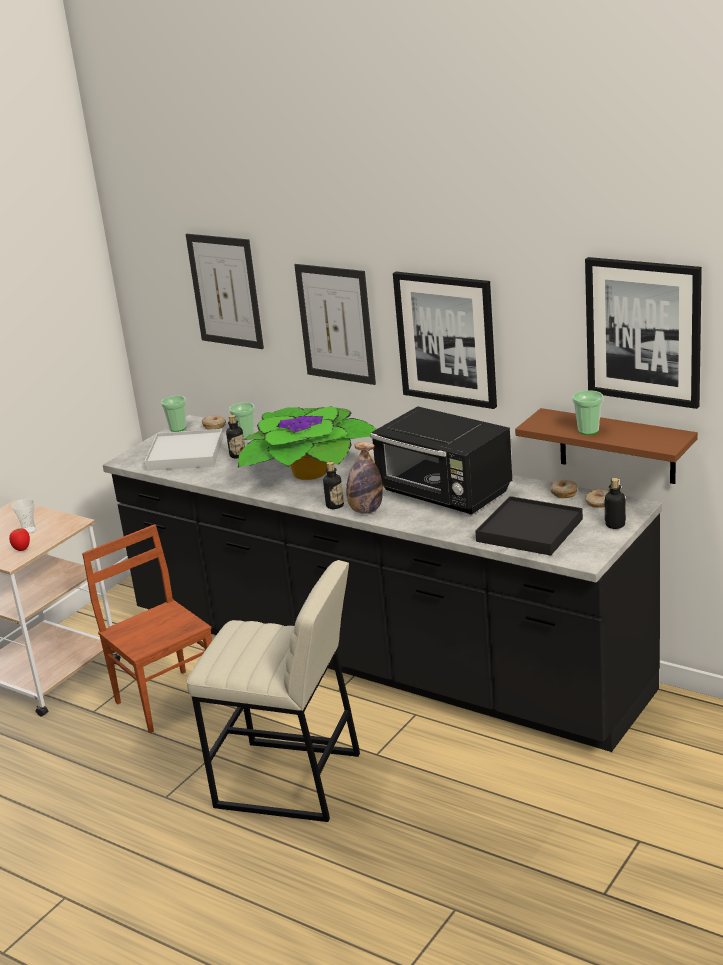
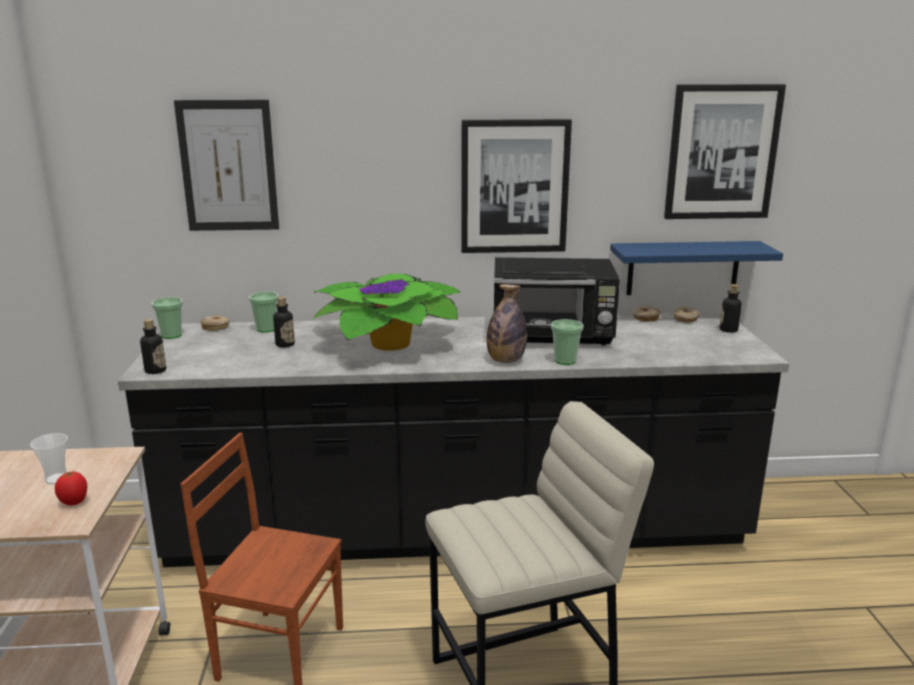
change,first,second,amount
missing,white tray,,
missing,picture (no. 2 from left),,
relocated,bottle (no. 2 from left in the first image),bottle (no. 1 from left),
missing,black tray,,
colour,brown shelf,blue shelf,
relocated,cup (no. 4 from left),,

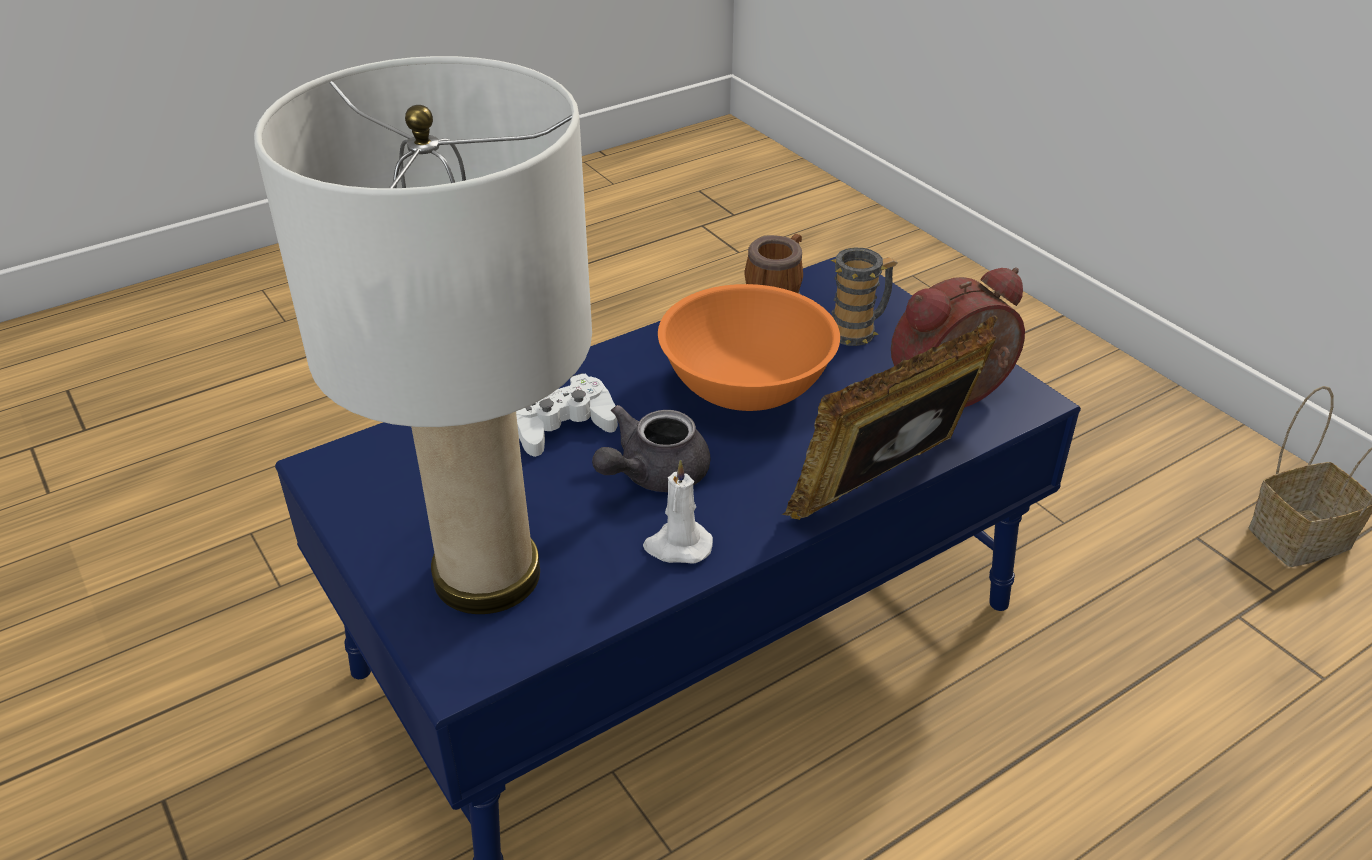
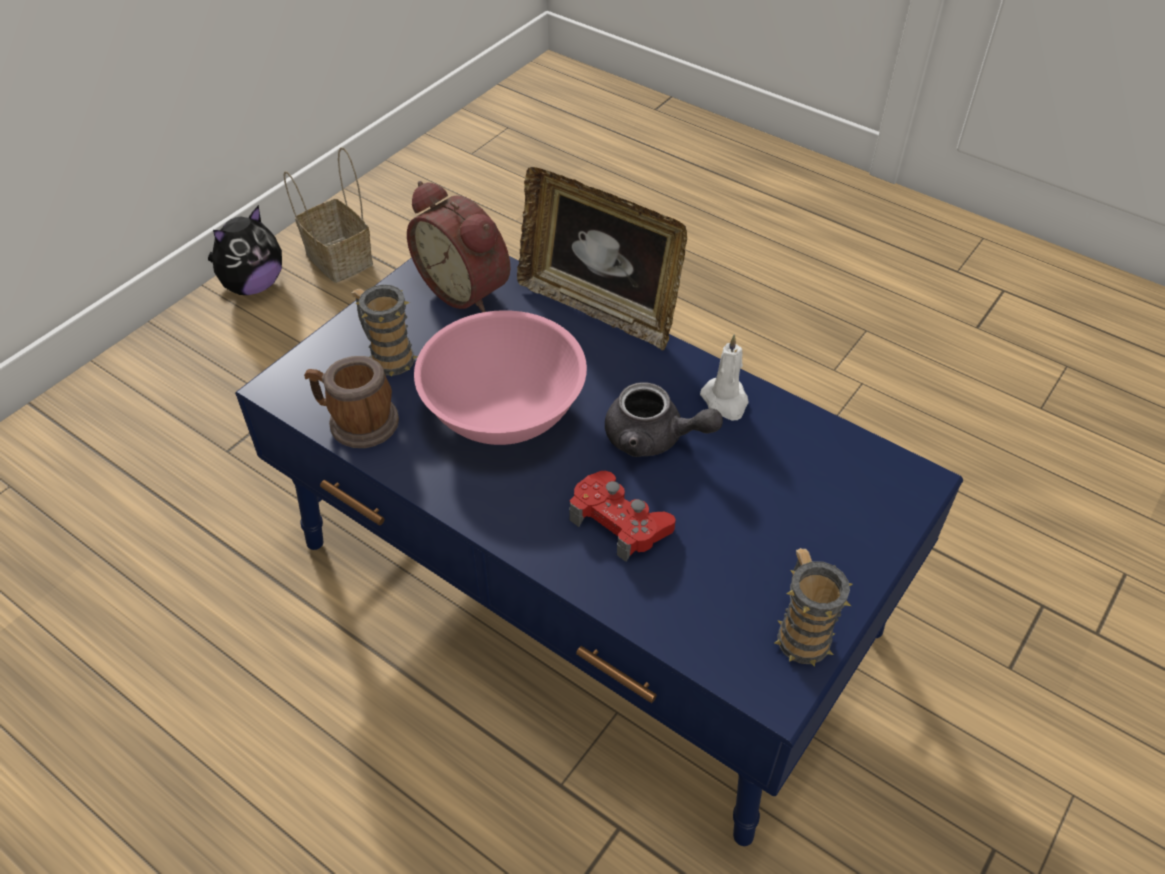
change,first,second,amount
missing,white table lamp,,
colour,white game controller,red game controller,
colour,orange bowl,pink bowl,
appeared,,plush toy,
appeared,,mug (no. 3 from left),

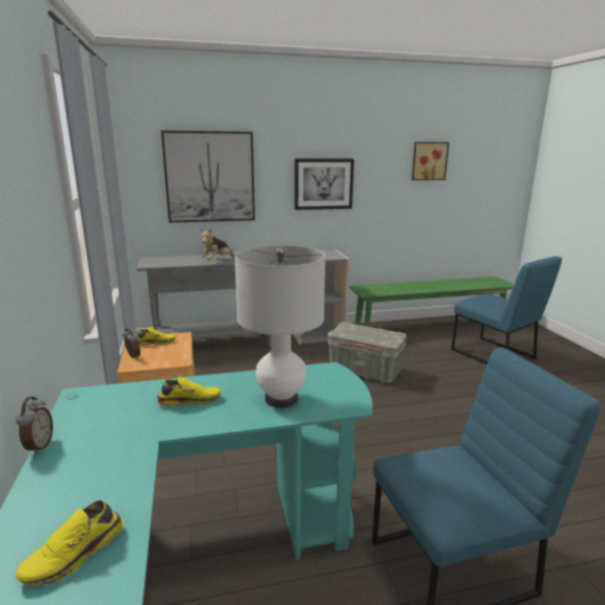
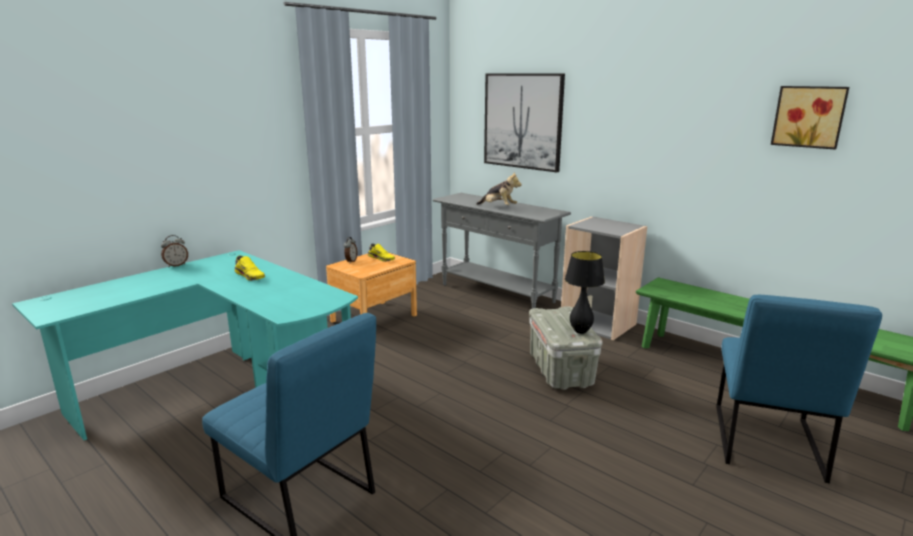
change,first,second,amount
missing,yellow shoe (no. 1 from left),,
spun,plush toy,,150 degrees counterclockwise
missing,white table lamp,,
missing,picture (no. 2 from left),,
appeared,,black table lamp,

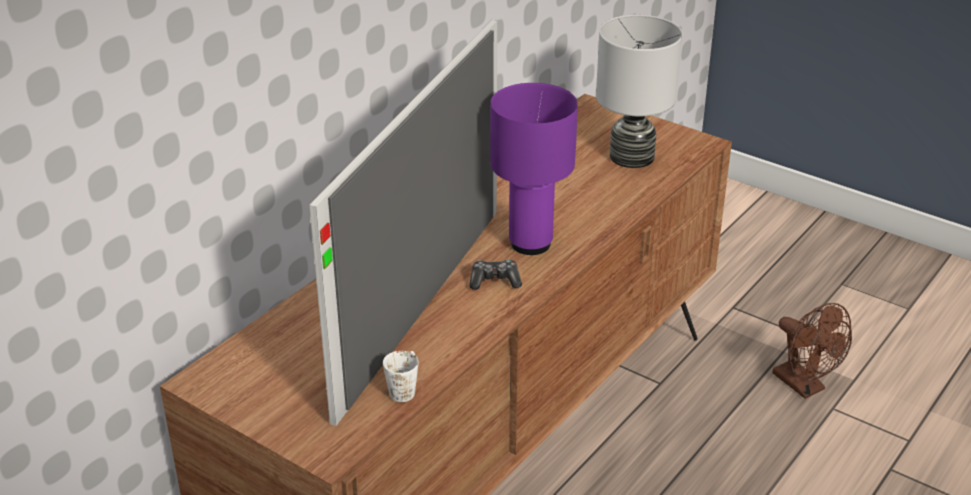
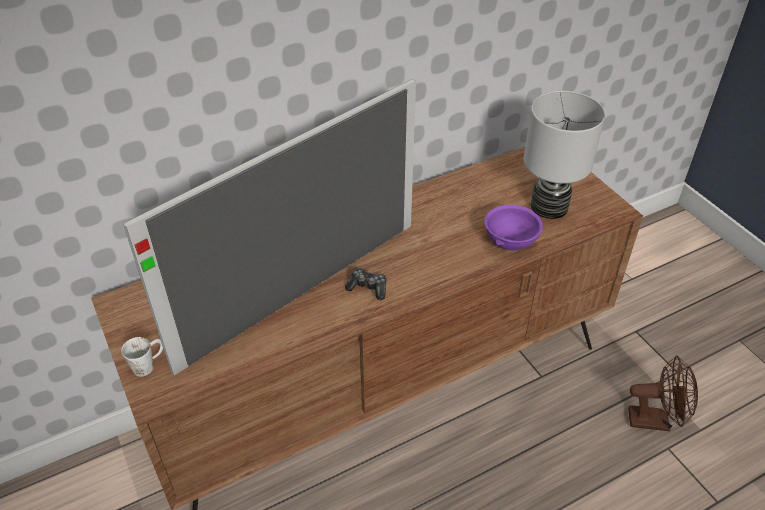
change,first,second,amount
relocated,white mug,,
missing,purple table lamp,,
spun,brown fan,,75 degrees counterclockwise
appeared,,purple bowl,

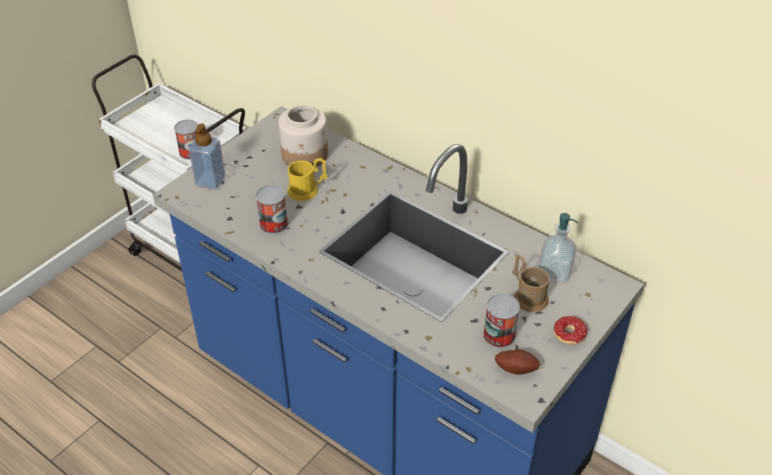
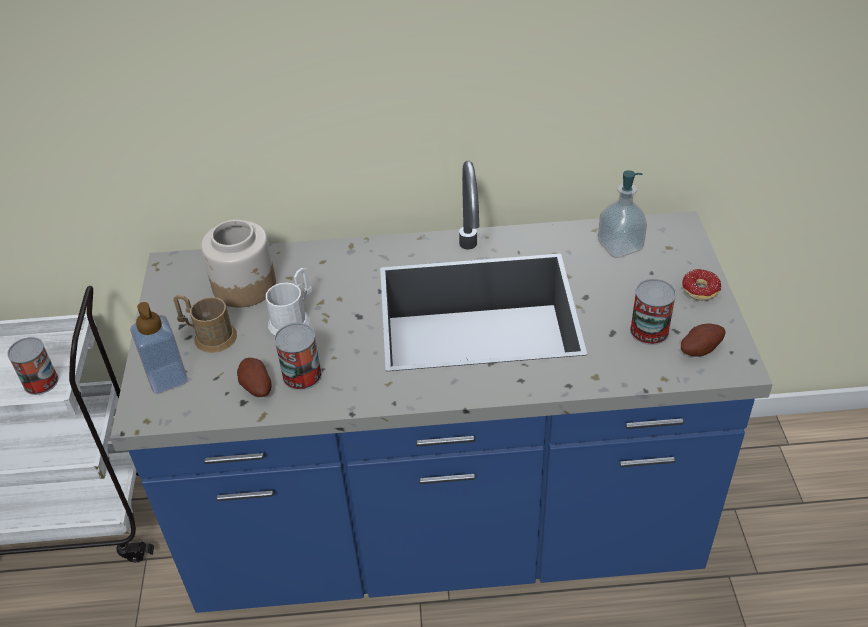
change,first,second,amount
colour,yellow mug,white mug,
relocated,brown mug,,
appeared,,potato (no. 1 from left),

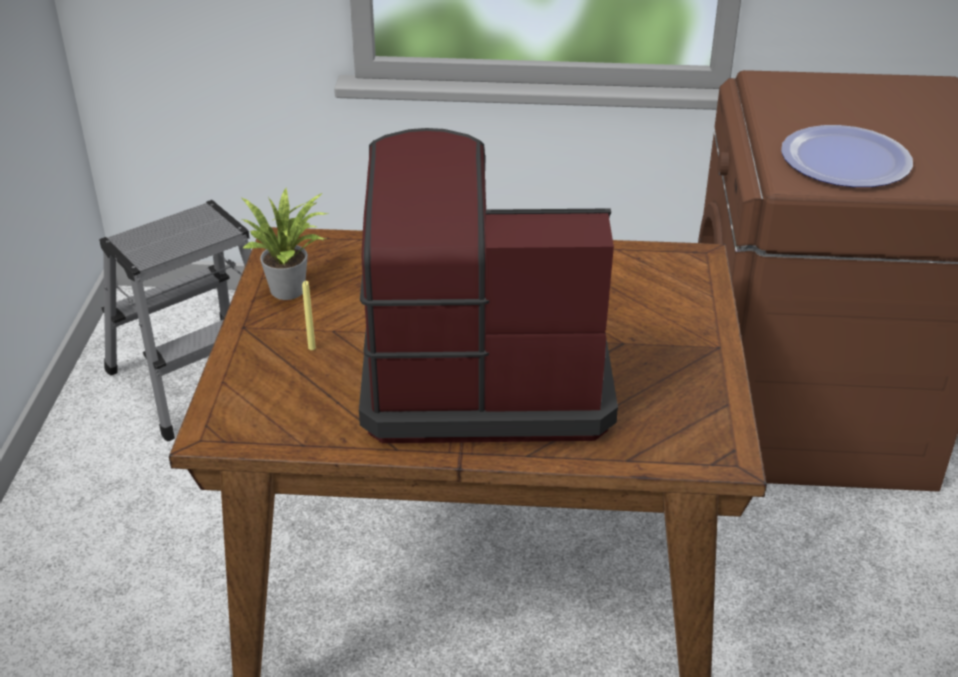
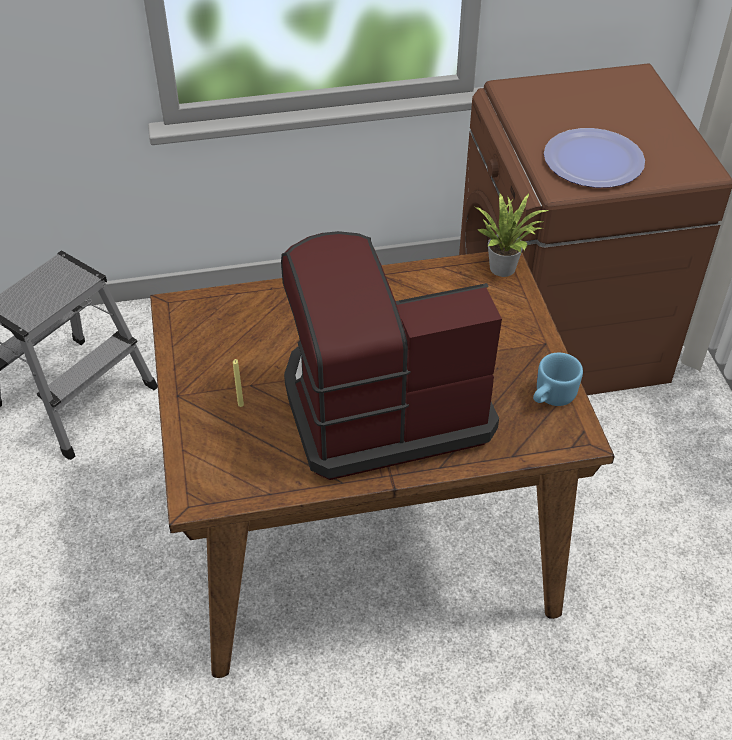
change,first,second,amount
relocated,potted plant,,
appeared,,blue mug,

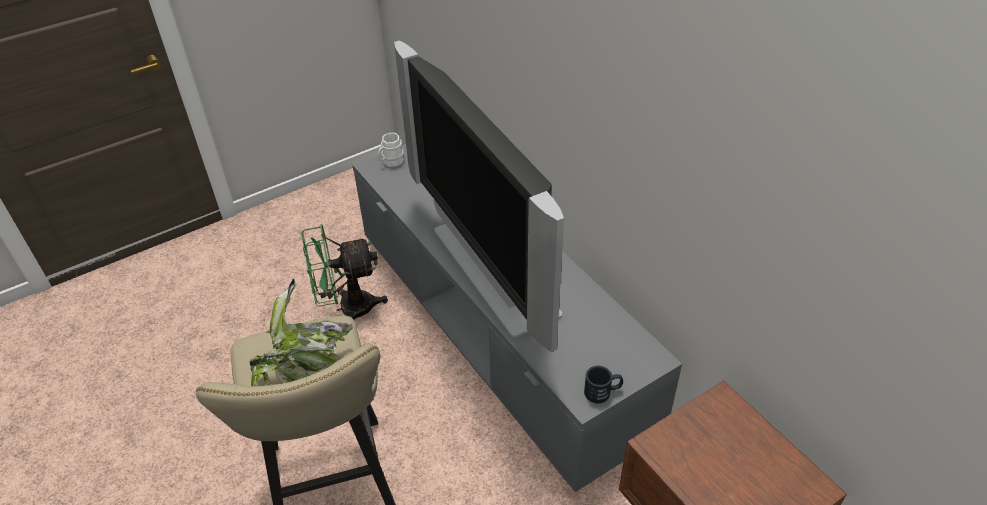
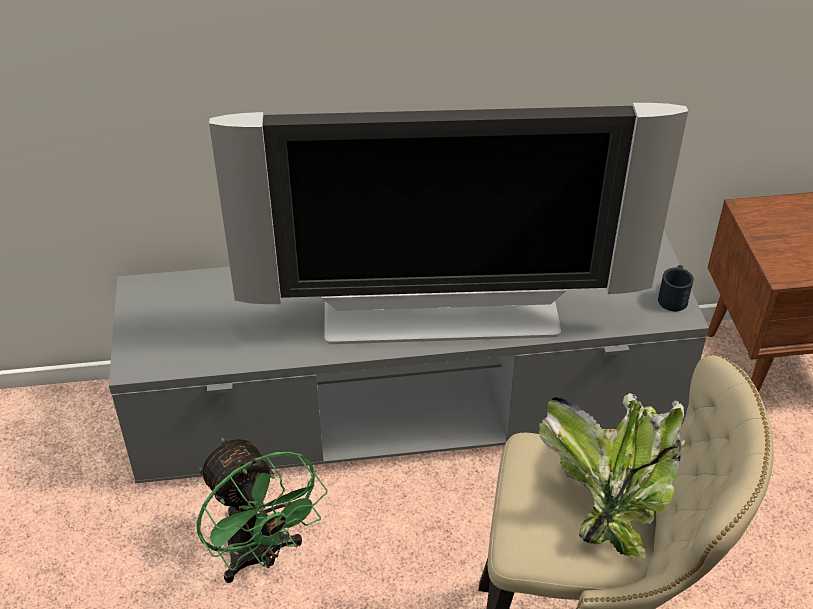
change,first,second,amount
spun,green fan,,45 degrees counterclockwise
missing,white mug,,

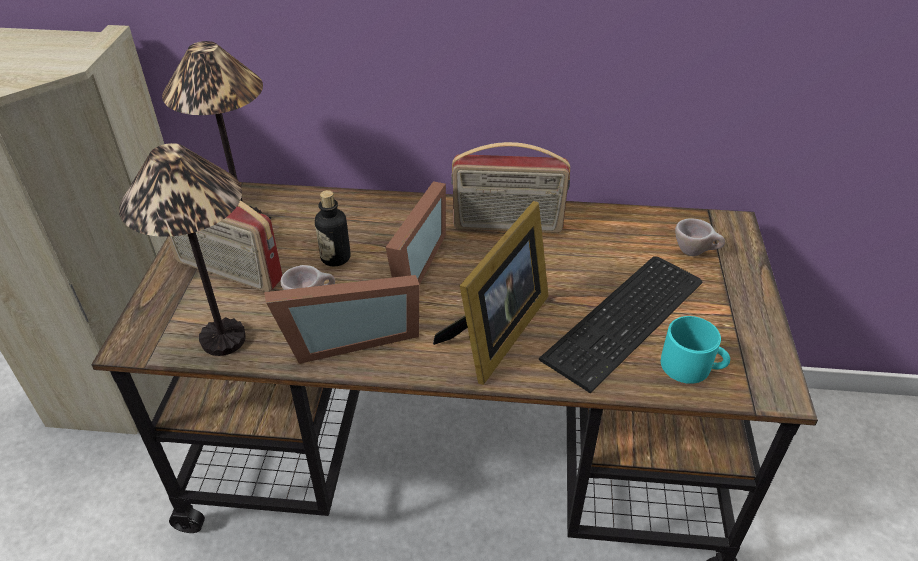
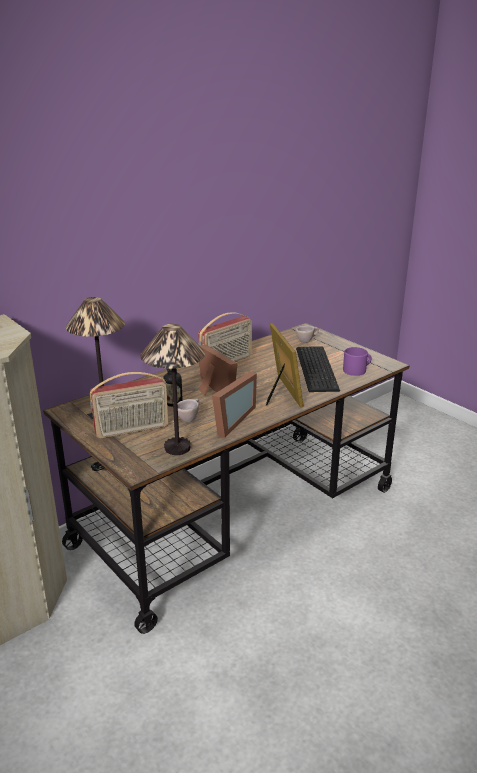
change,first,second,amount
colour,turquoise mug,purple mug,

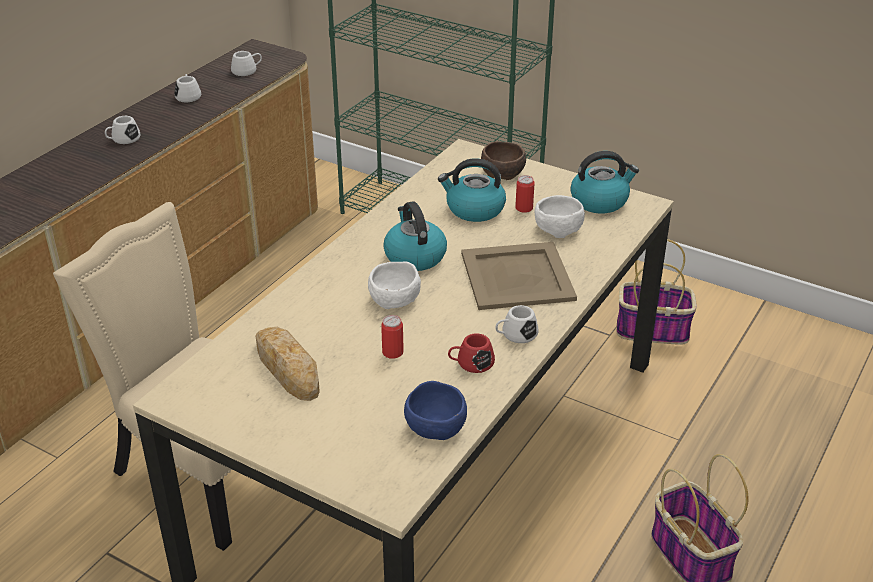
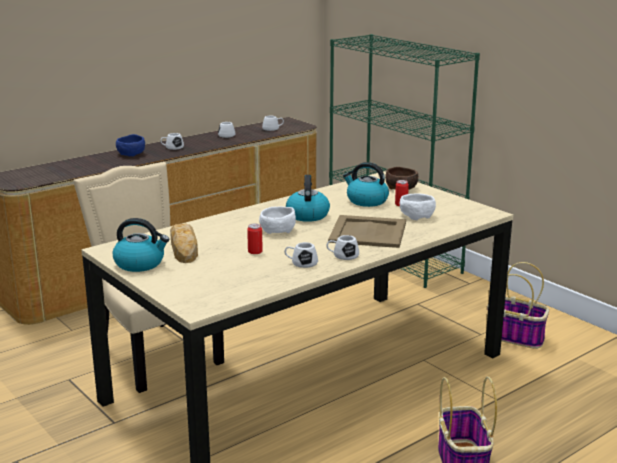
change,first,second,amount
relocated,blue bowl,,
colour,red mug,white mug (no. 4 from left),
relocated,kettle (no. 3 from left in the first image),kettle (no. 1 from left),

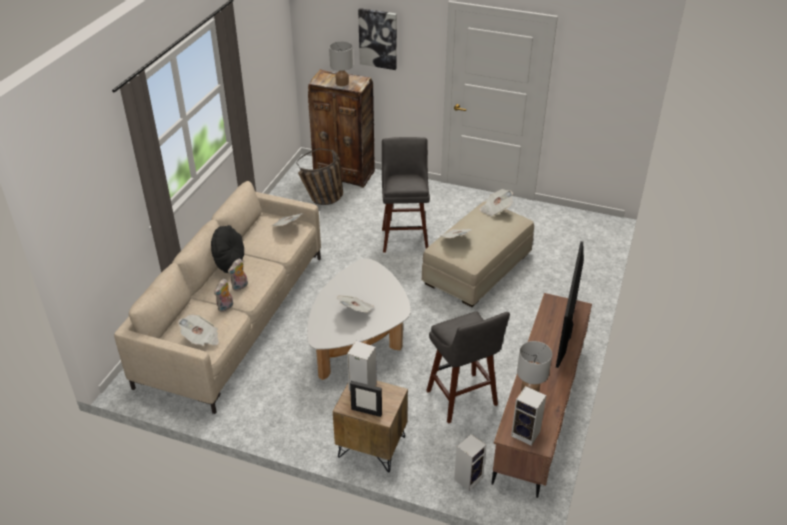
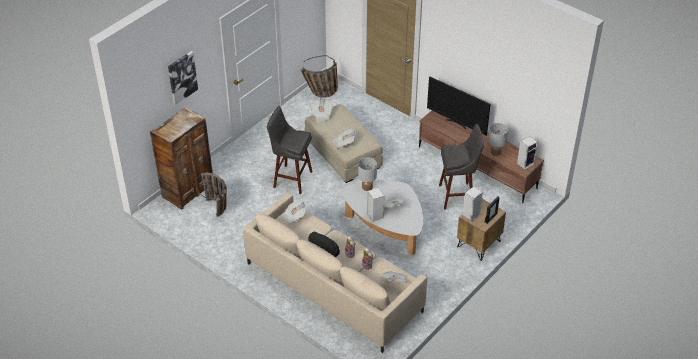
change,first,second,amount
relocated,grey table lamp (no. 1 from left),,
relocated,speaker (no. 2 from left in the first image),speaker (no. 1 from left),
appeared,,basket (no. 2 from left),

